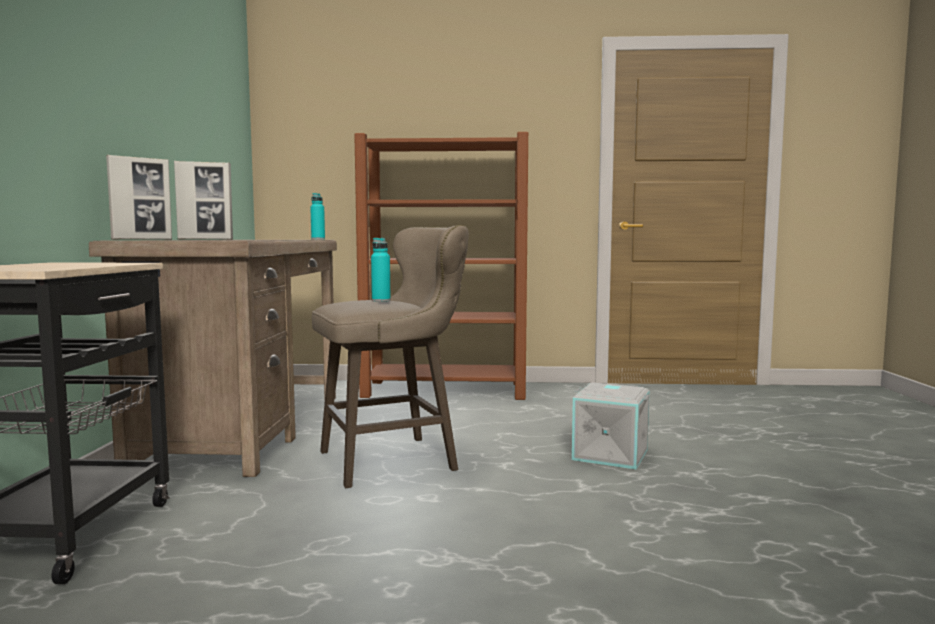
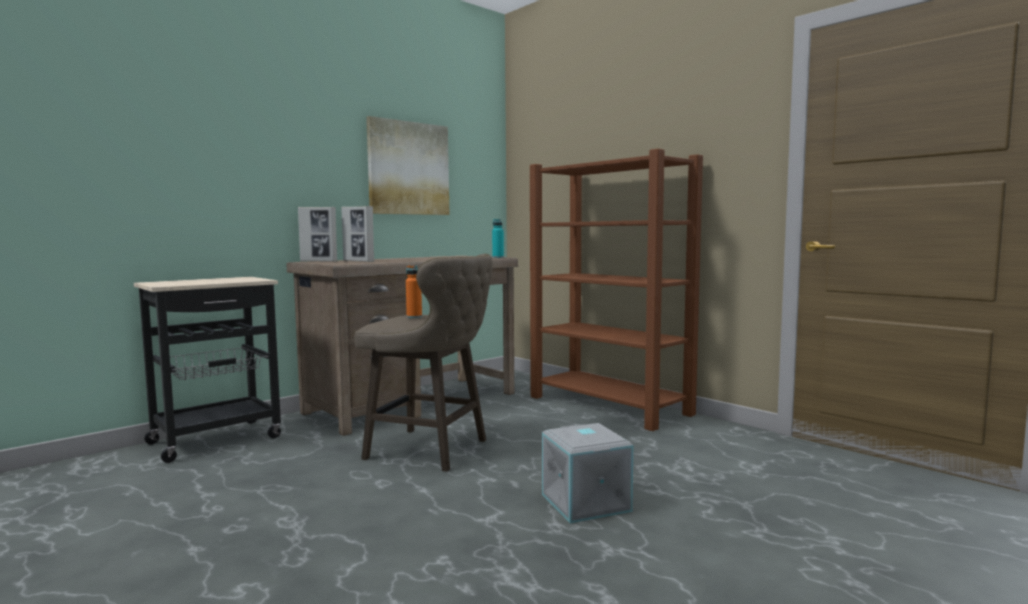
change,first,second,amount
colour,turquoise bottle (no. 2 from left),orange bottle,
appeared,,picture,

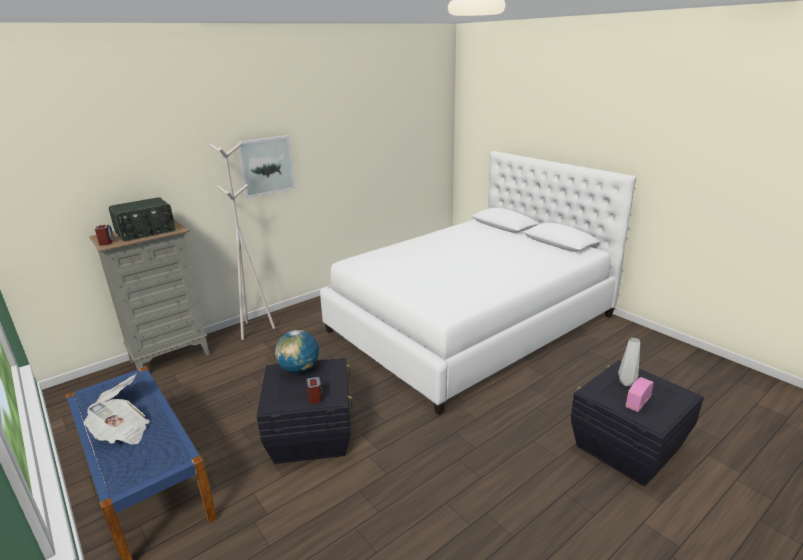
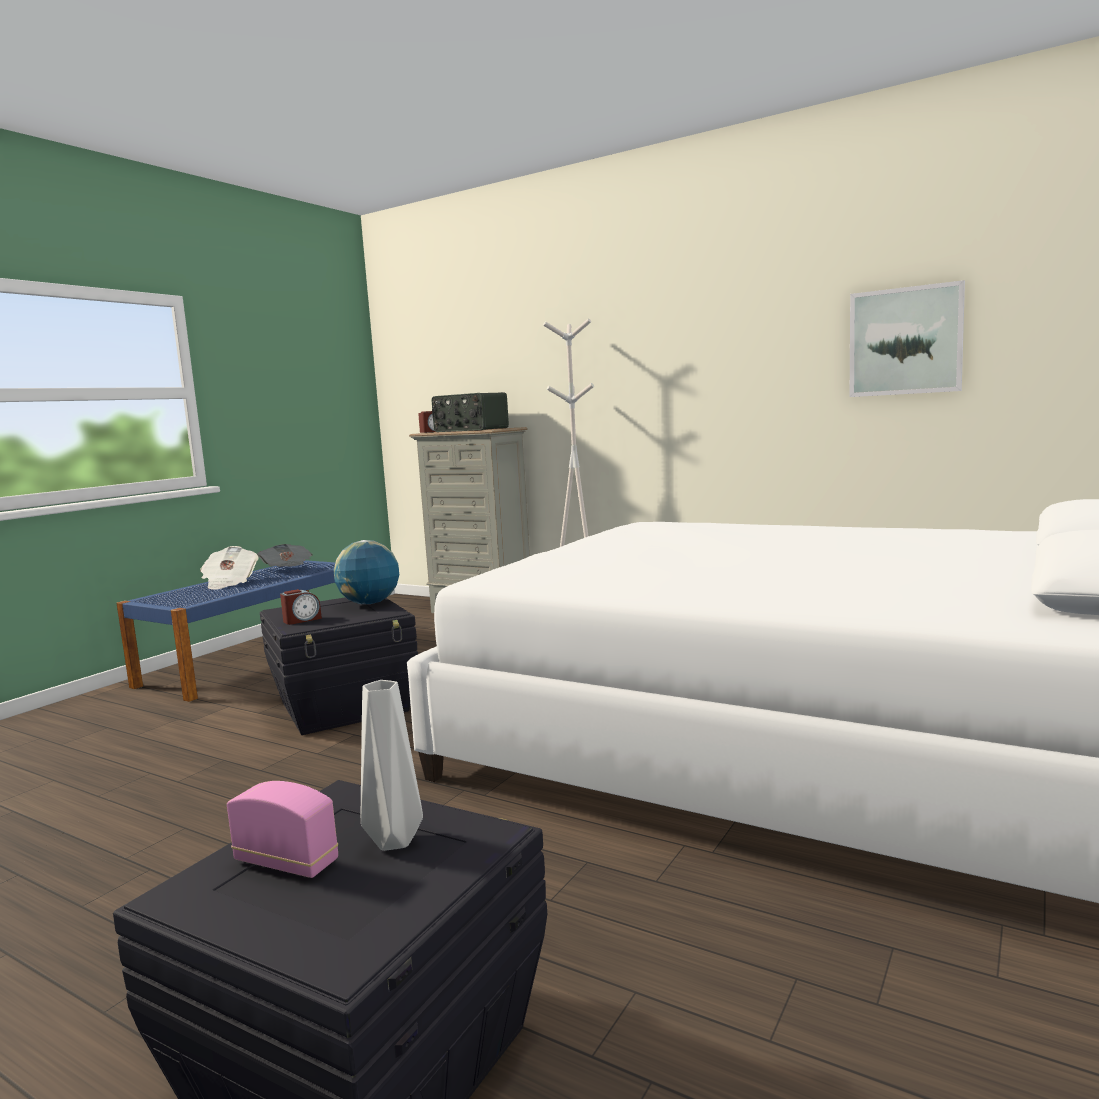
change,first,second,amount
relocated,picture,,

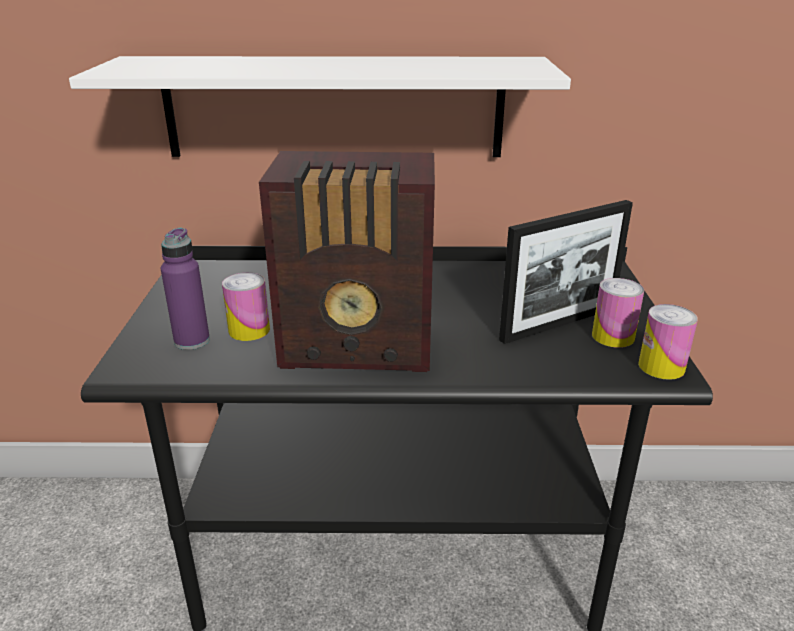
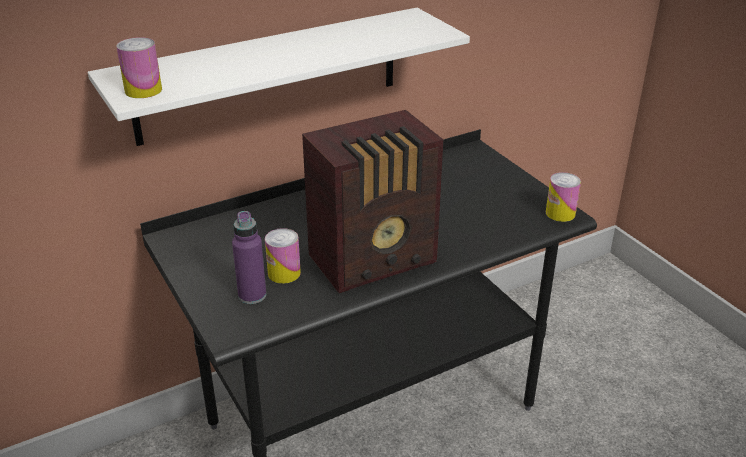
change,first,second,amount
missing,picture frame,,
relocated,can (no. 2 from left in the first image),can (no. 1 from left),

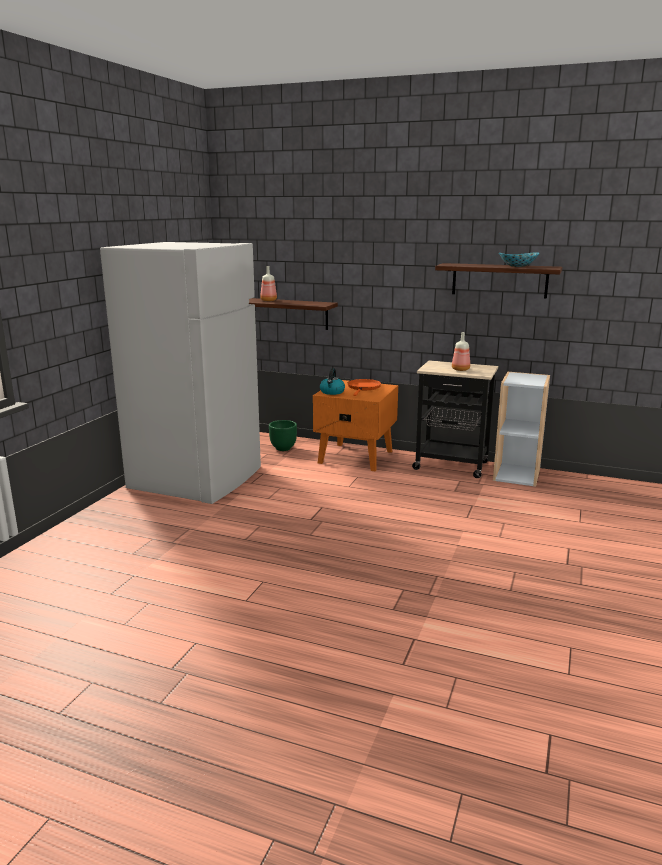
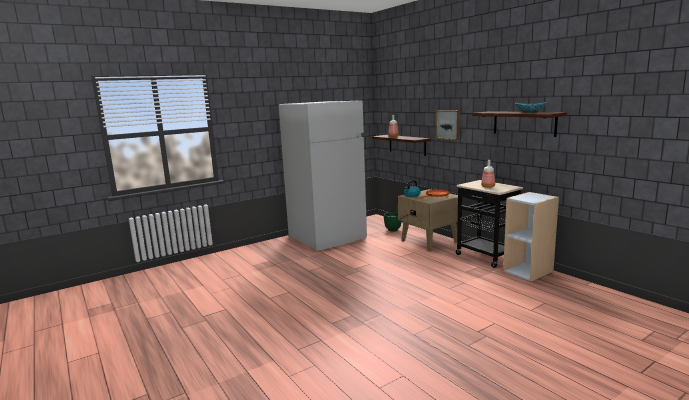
change,first,second,amount
colour,orange nightstand,beige nightstand,
appeared,,picture,

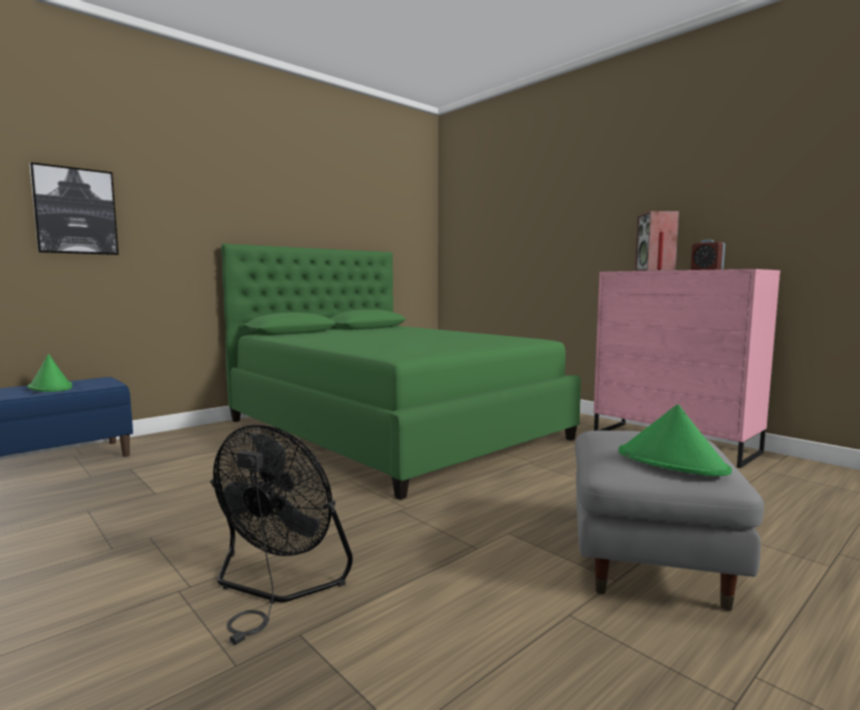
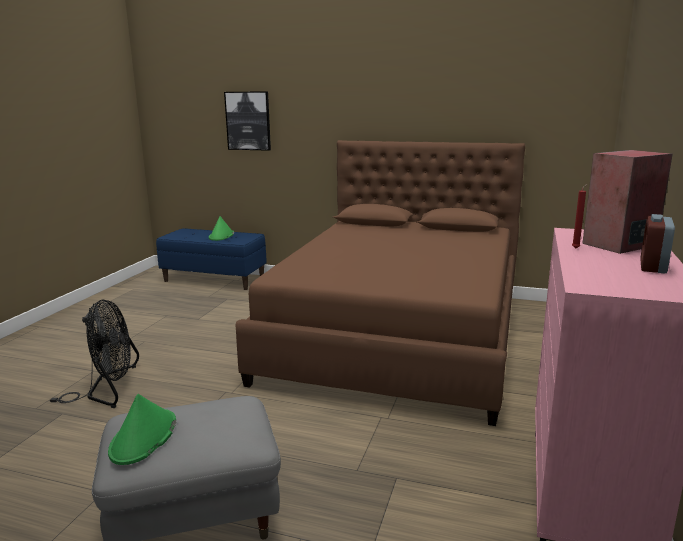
change,first,second,amount
colour,green bed,brown bed,

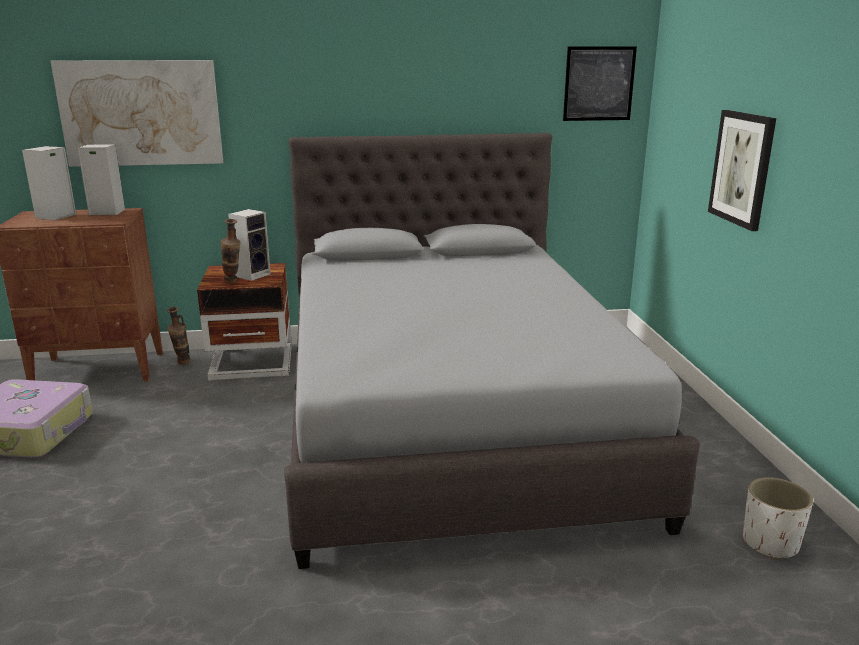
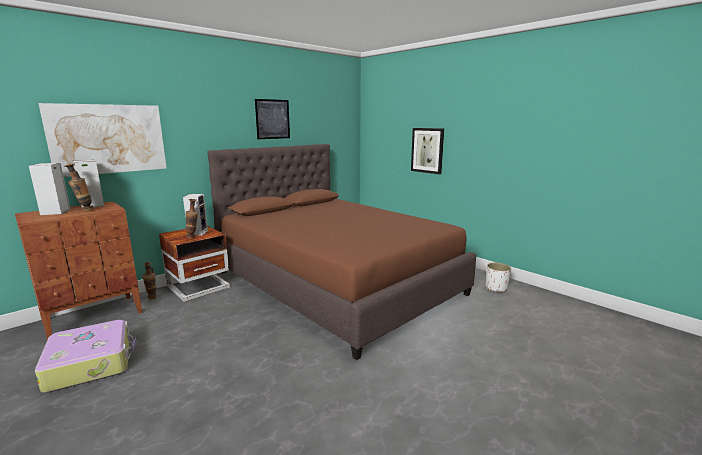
change,first,second,amount
colour,grey bed,brown bed,
relocated,picture (no. 2 from left),,
appeared,,vase (no. 1 from left),

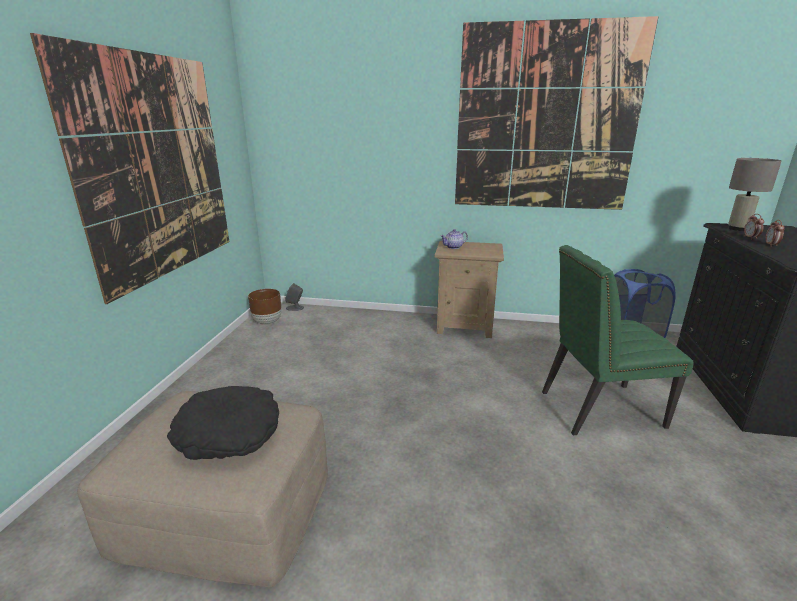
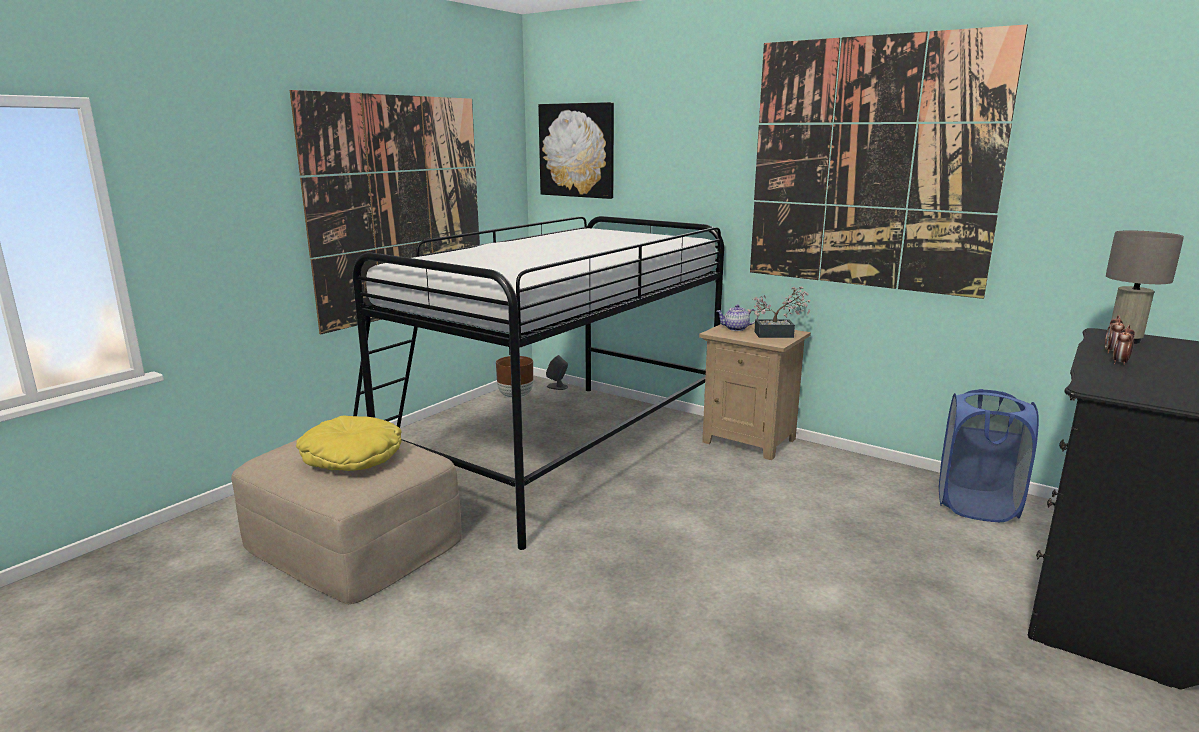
change,first,second,amount
colour,black pillow,yellow pillow,
missing,green chair,,
appeared,,black bed,
appeared,,picture (no. 2 from left),
appeared,,potted plant,

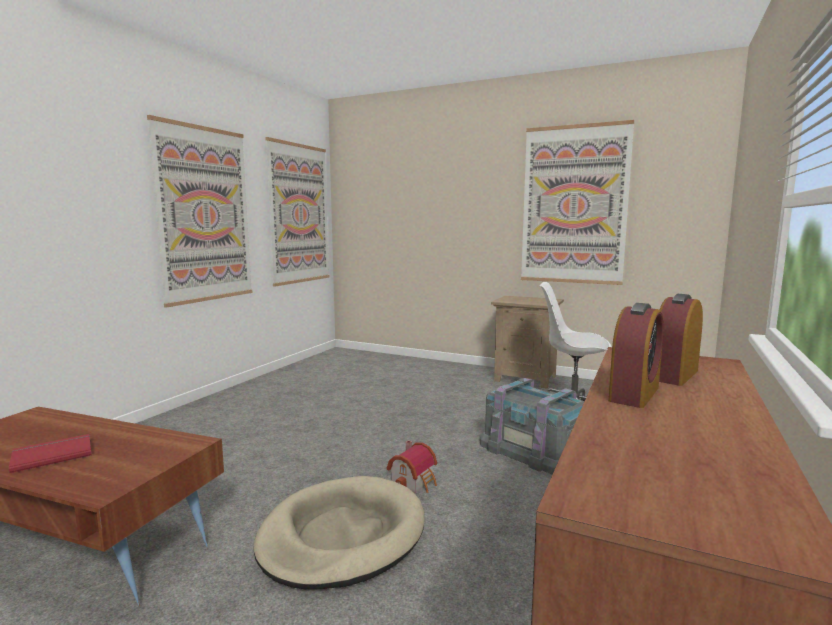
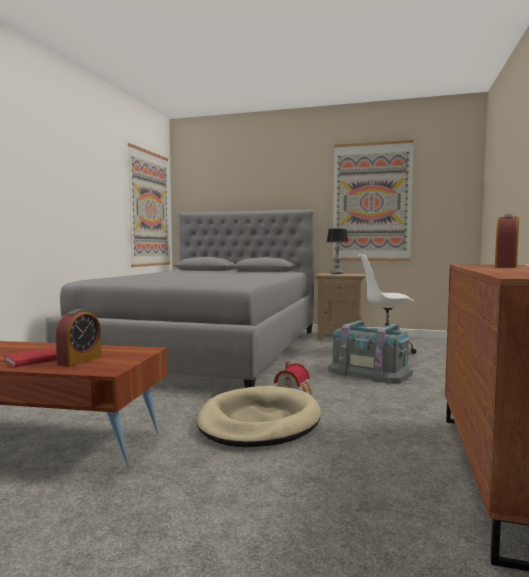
change,first,second,amount
missing,picture (no. 1 from left),,
relocated,alarm clock (no. 1 from left),,
appeared,,grey bed,
appeared,,table lamp,

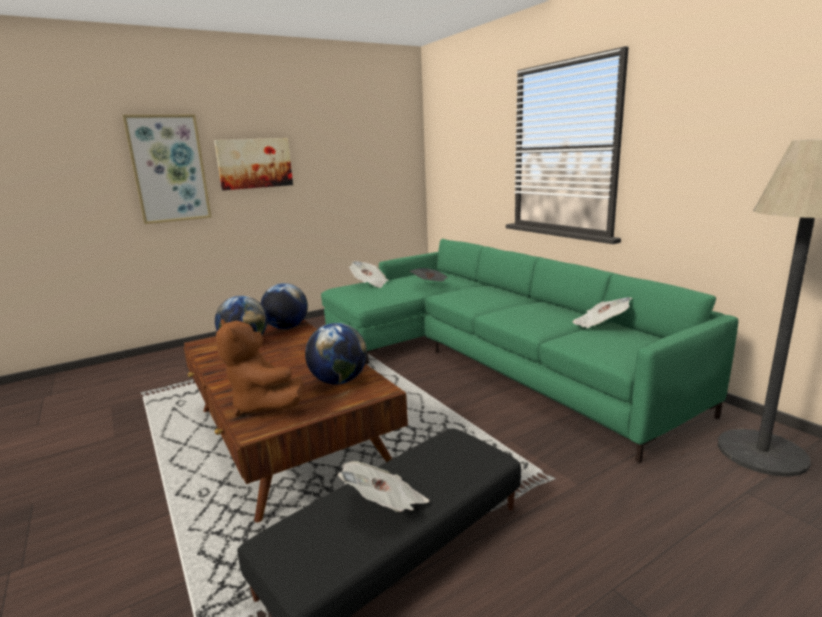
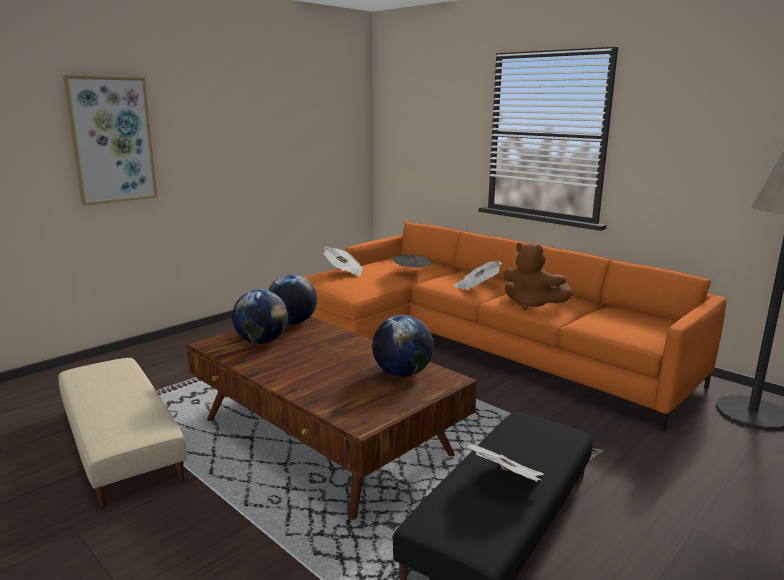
change,first,second,amount
missing,picture (no. 2 from left),,
relocated,brown plush toy,,
colour,green sofa,orange sofa,
relocated,newspaper (no. 4 from left in the first image),newspaper (no. 3 from left),
appeared,,beige ottoman,

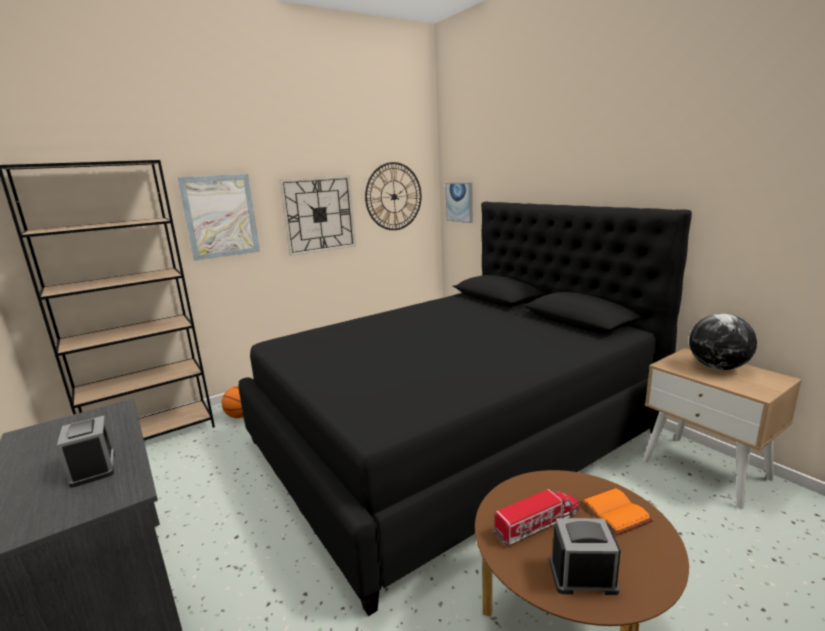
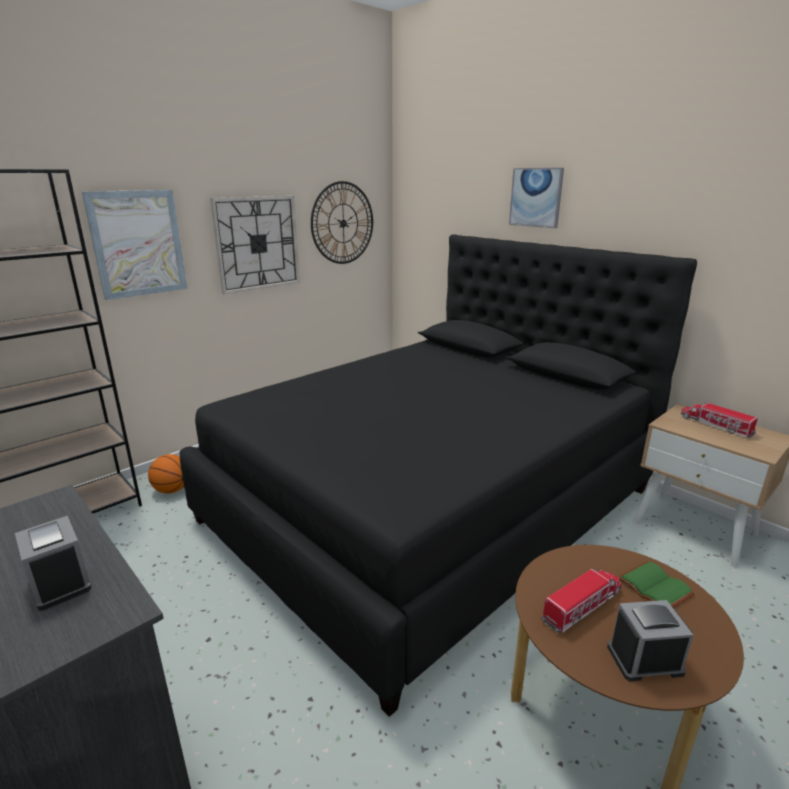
change,first,second,amount
relocated,picture (no. 2 from left),,
colour,orange book,green book,
exchanged,globe,toy truck (no. 2 from left),

